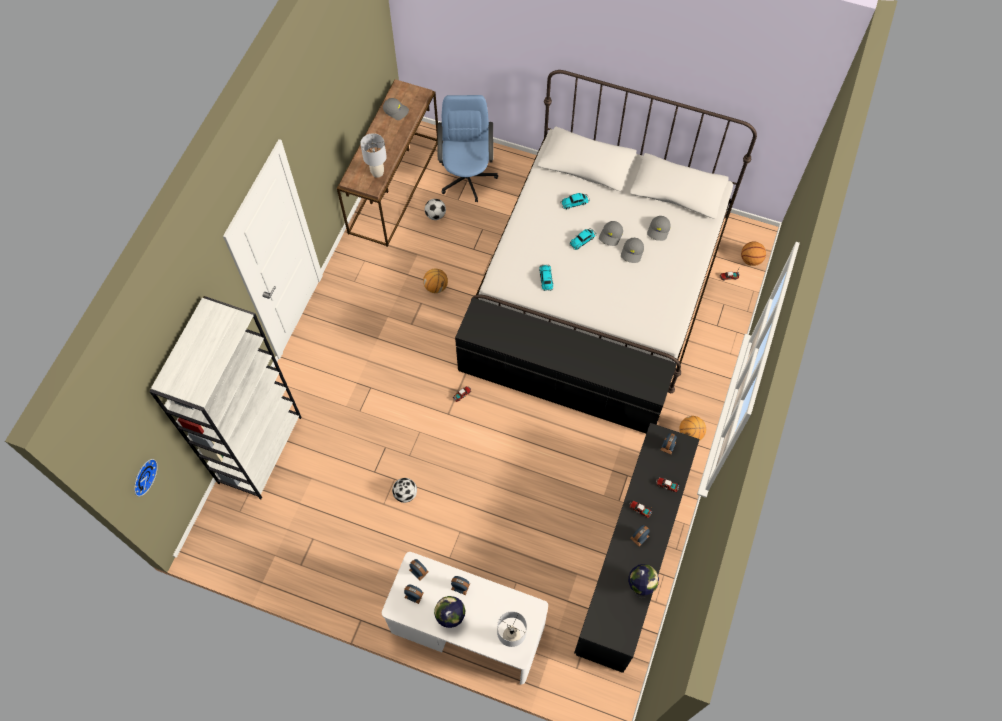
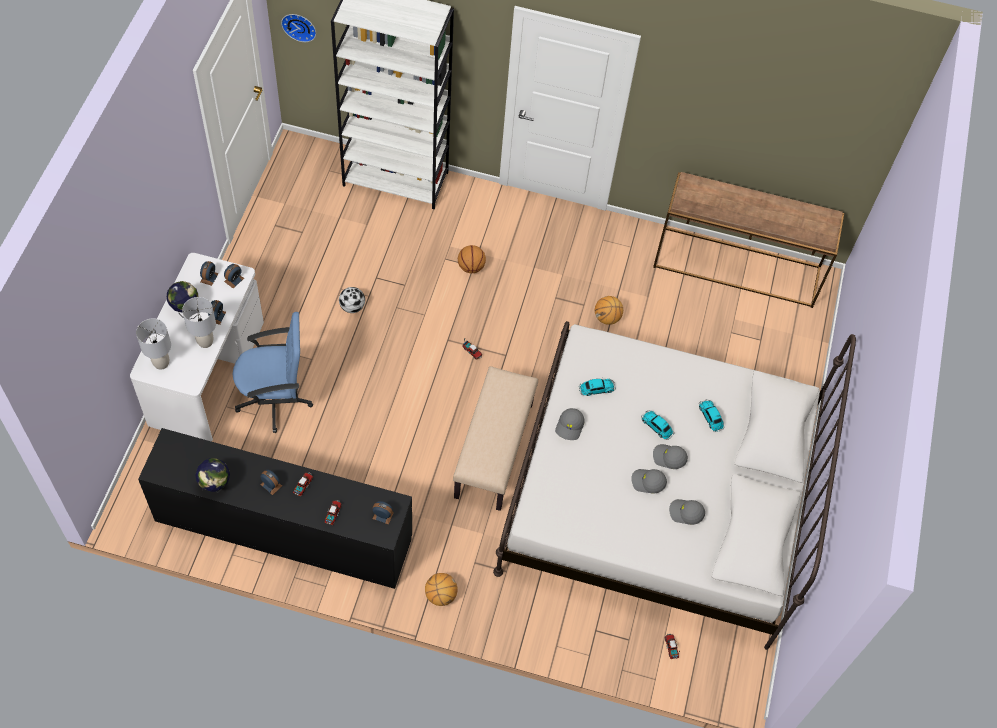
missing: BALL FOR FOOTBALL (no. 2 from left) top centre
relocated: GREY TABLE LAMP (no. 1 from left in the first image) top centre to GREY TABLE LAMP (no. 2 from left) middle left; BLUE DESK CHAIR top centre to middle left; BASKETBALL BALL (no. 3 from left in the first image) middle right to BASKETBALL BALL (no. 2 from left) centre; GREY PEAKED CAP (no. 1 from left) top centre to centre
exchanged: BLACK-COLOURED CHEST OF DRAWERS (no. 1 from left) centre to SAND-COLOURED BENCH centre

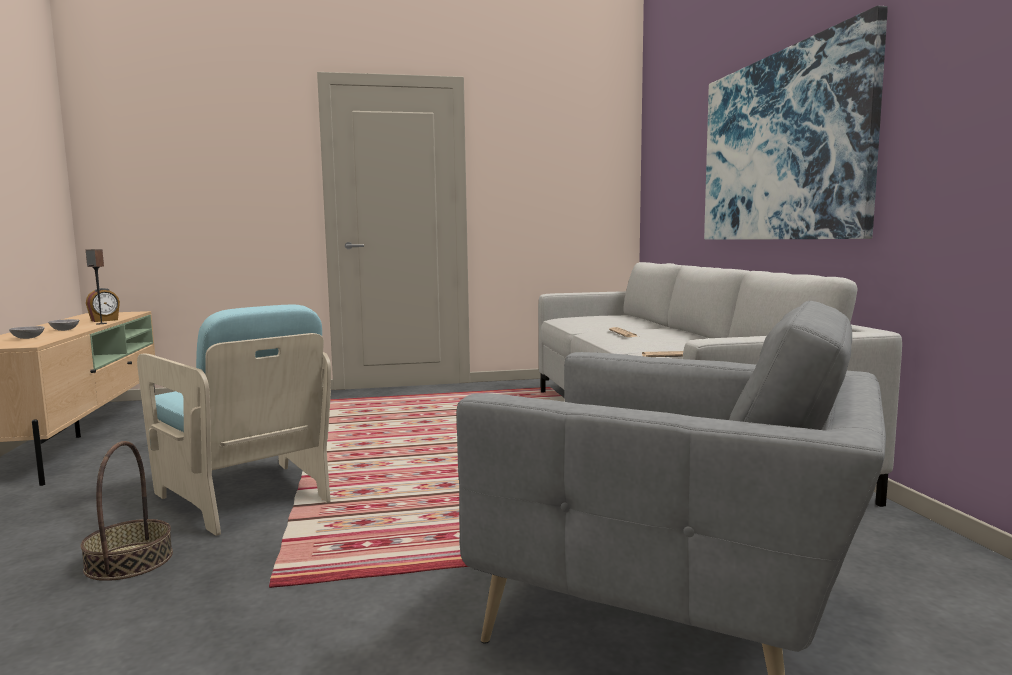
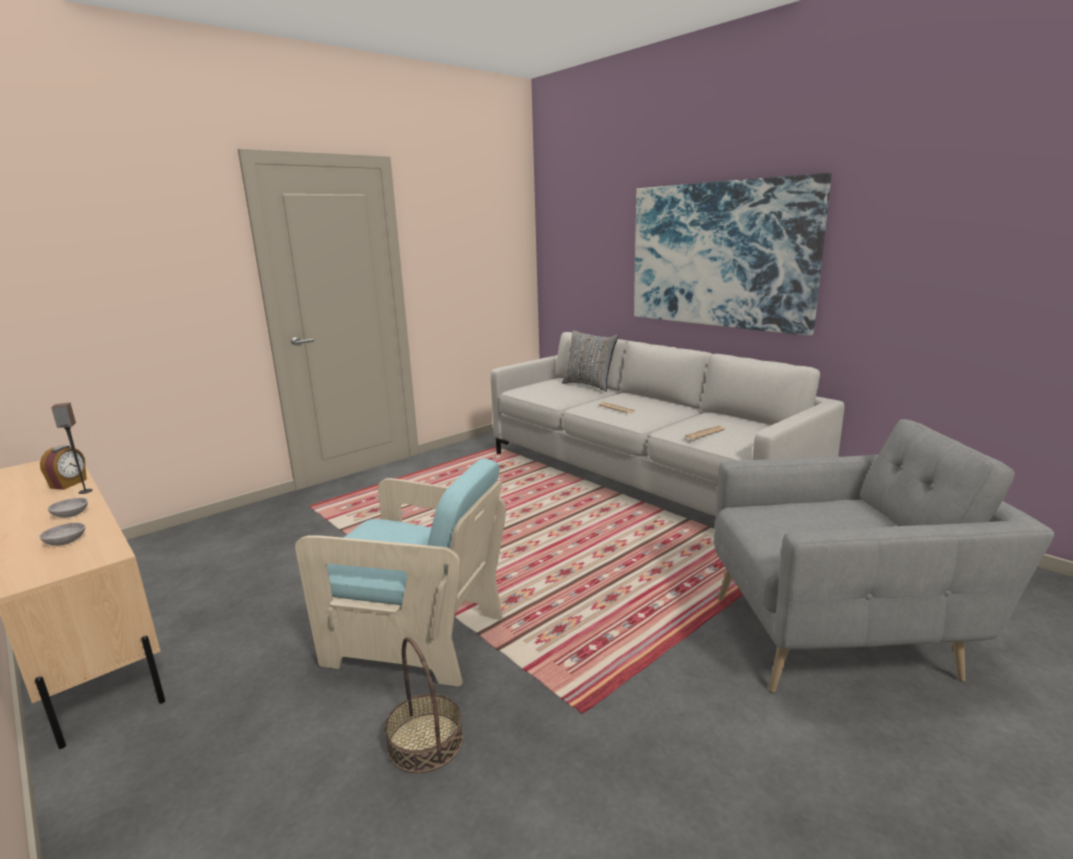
appeared: GREY CUSHION centre

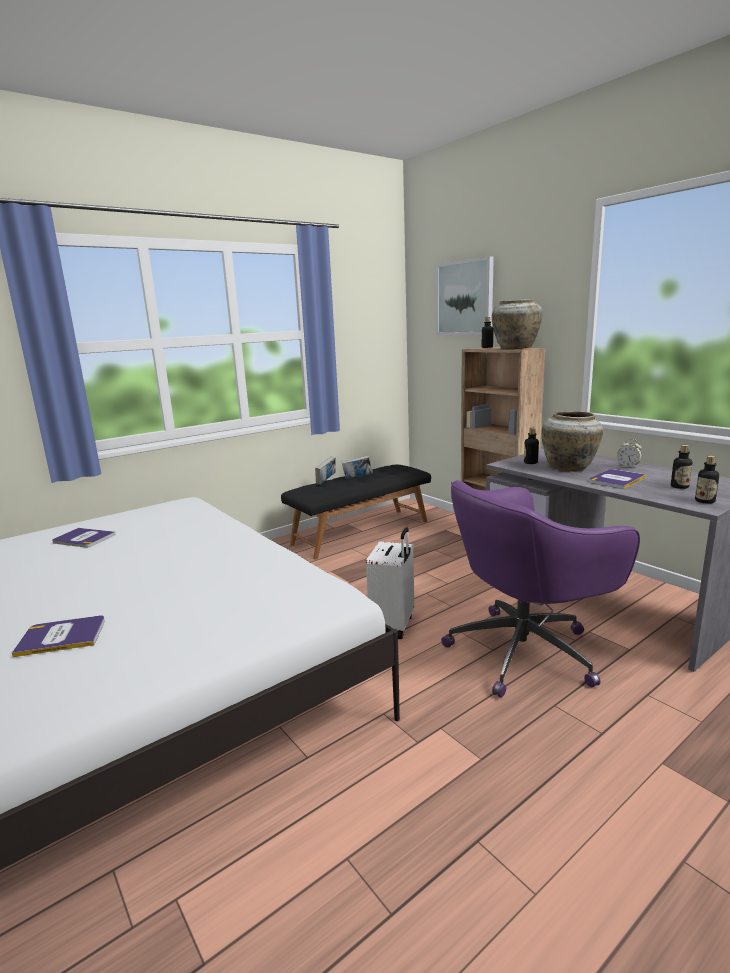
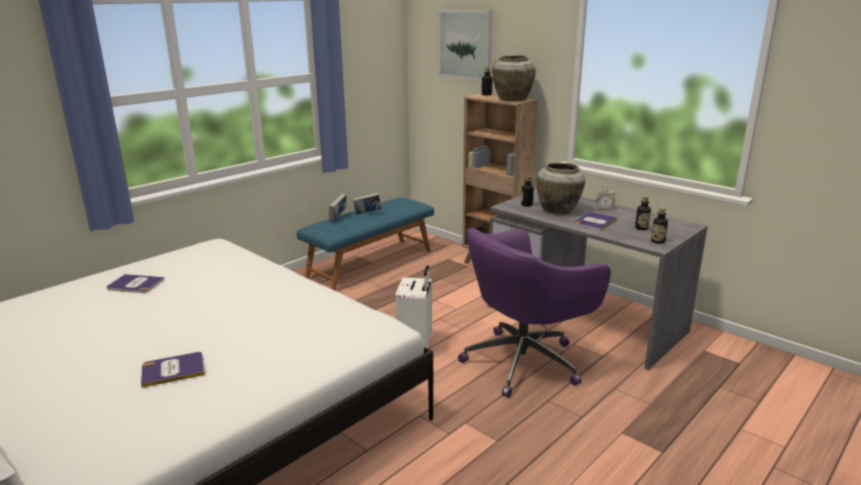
colour: BLACK-COLOURED BENCH centre to BLUE BENCH centre

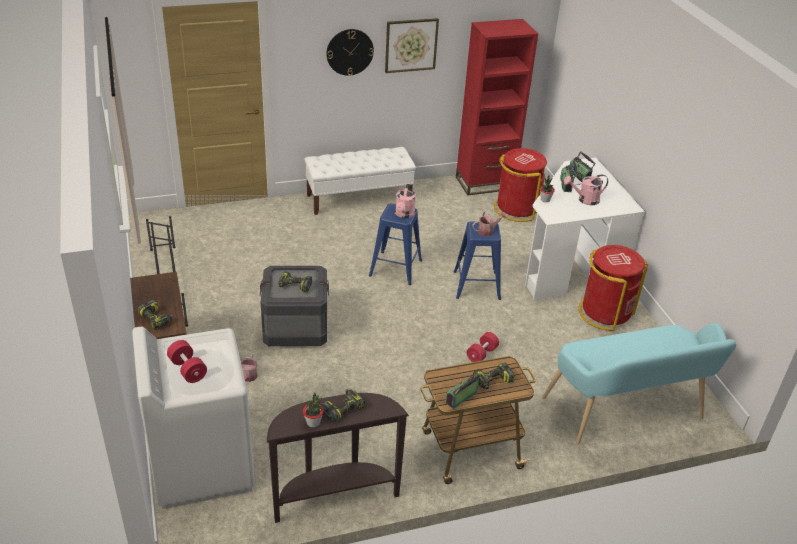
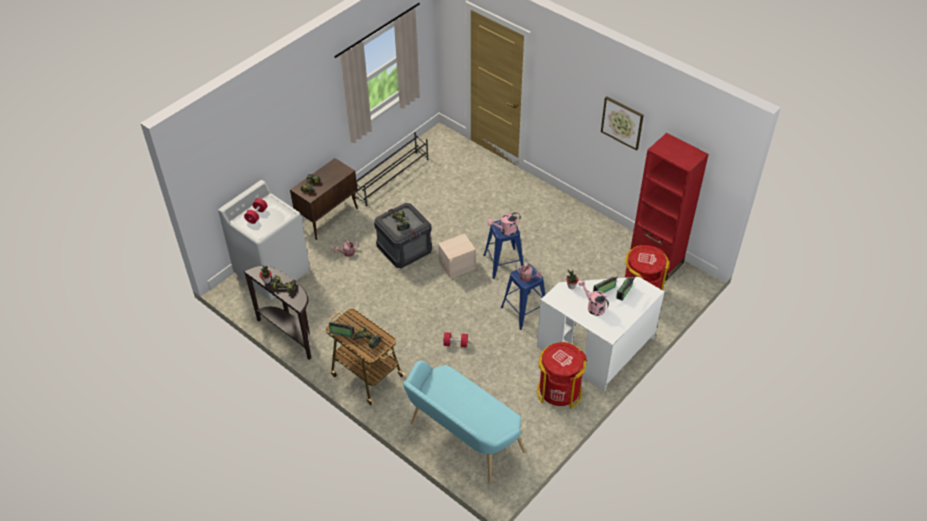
missing: WHITISH BENCH top centre; HANGING CLOCK top centre
appeared: SAND-COLOURED STORAGE BIN centre

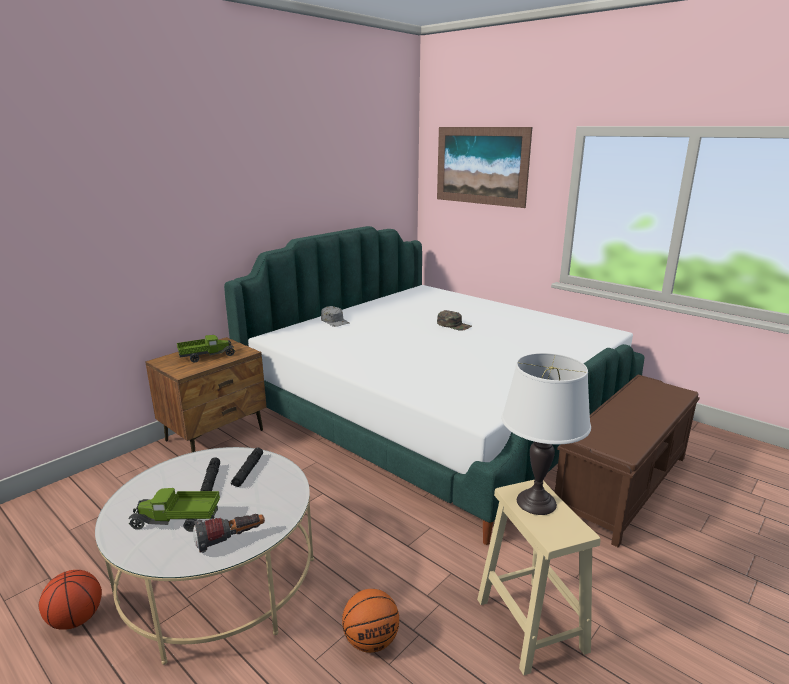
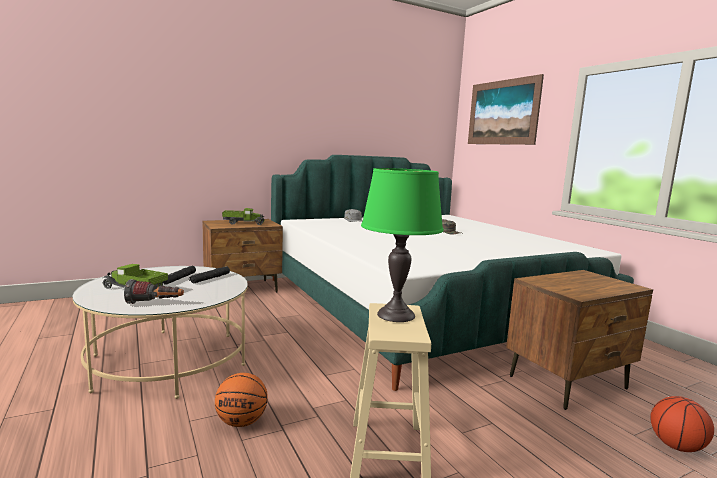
relocated: BASKETBALL BALL (no. 1 from left in the first image) bottom left to BASKETBALL BALL (no. 2 from left) bottom right
exchanged: BROWNISH BENCH bottom right to BROWNISH BEDSIDE TABLE (no. 2 from left) bottom right
colour: WHITISH TABLE LAMP middle right to GREEN TABLE LAMP centre

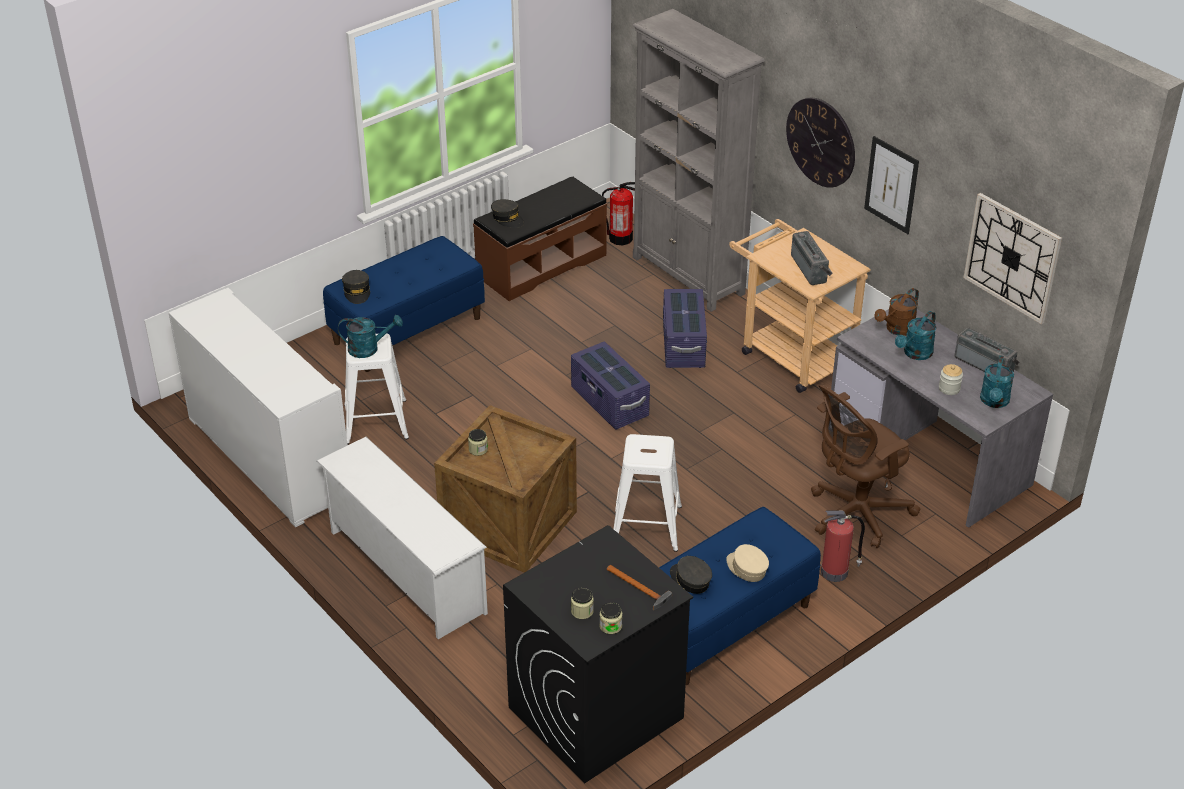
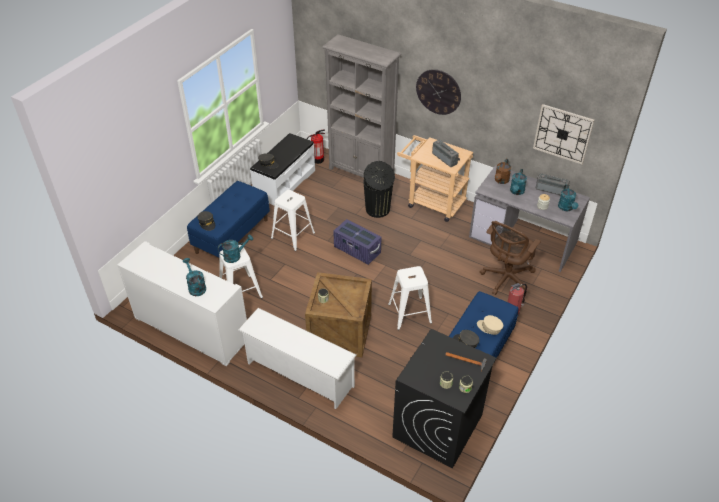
missing: WALL PICTURE top right
appeared: TURQUOISE-COLOURED WATERING CAN (no. 1 from left) middle left; WHITISH STOOL SEAT (no. 2 from left) centre
exchanged: PURPLISH STORAGE BIN (no. 2 from left) centre to BLACK-COLOURED TRASH CAN centre
colour: BROWNISH BENCH top centre to WHITISH BENCH centre

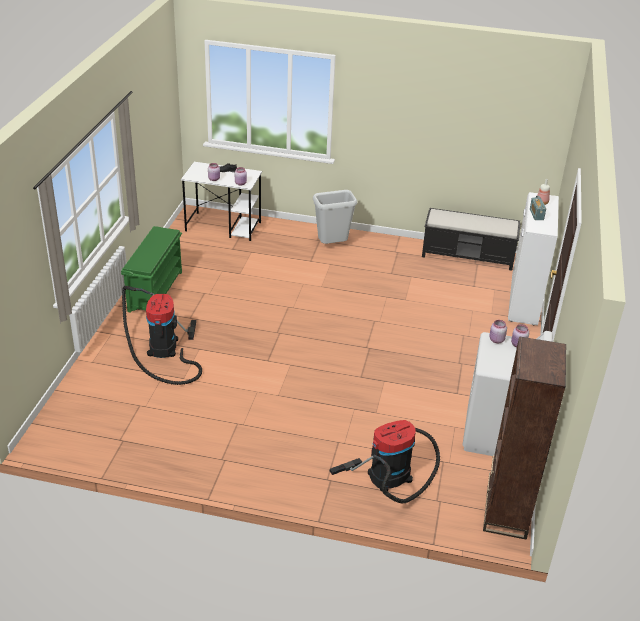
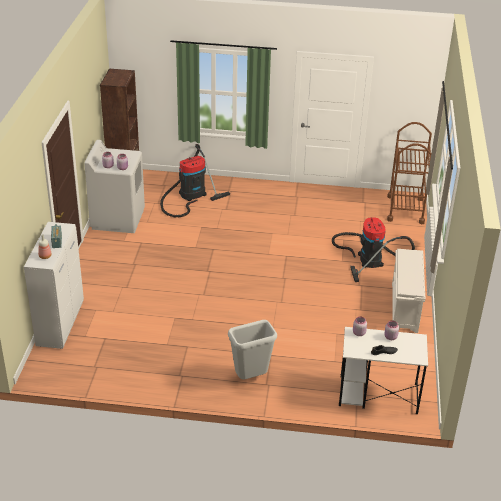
missing: BLACK-COLOURED BENCH middle right
appeared: BROWNISH CART middle right
colour: GREEN SHOE SHELF middle left to WHITISH SHOE SHELF middle right

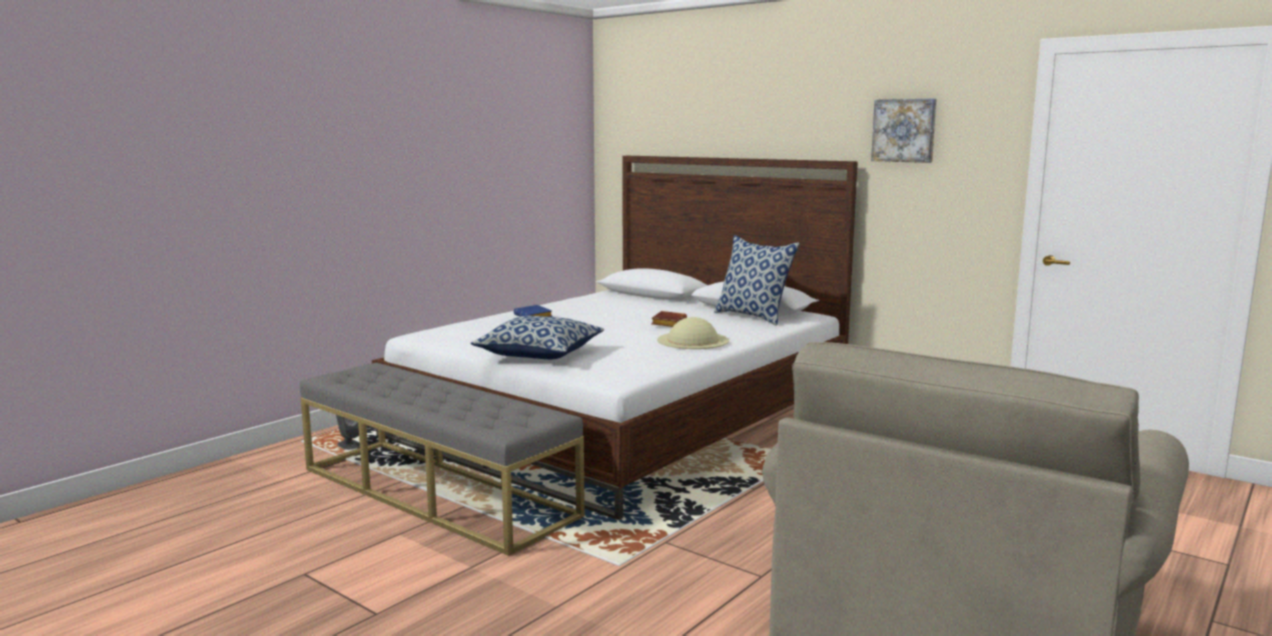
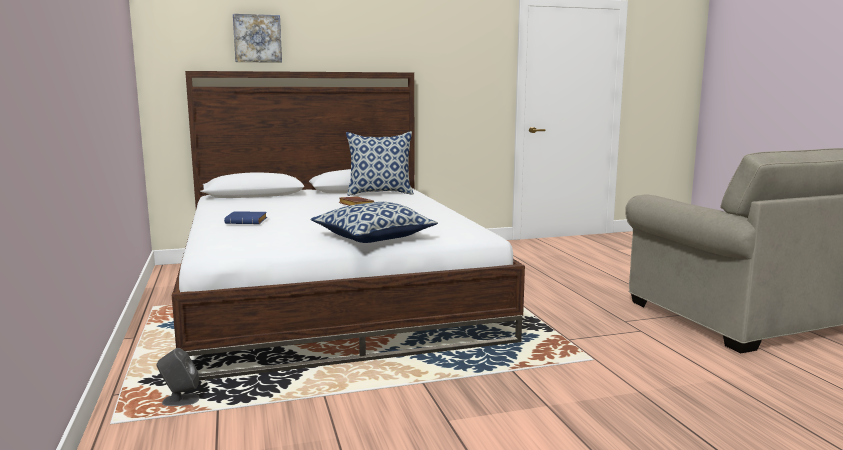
missing: GREY BENCH bottom centre; SAND-COLOURED CLOTHING HAT centre
relocated: WALL PICTURE top right to top left

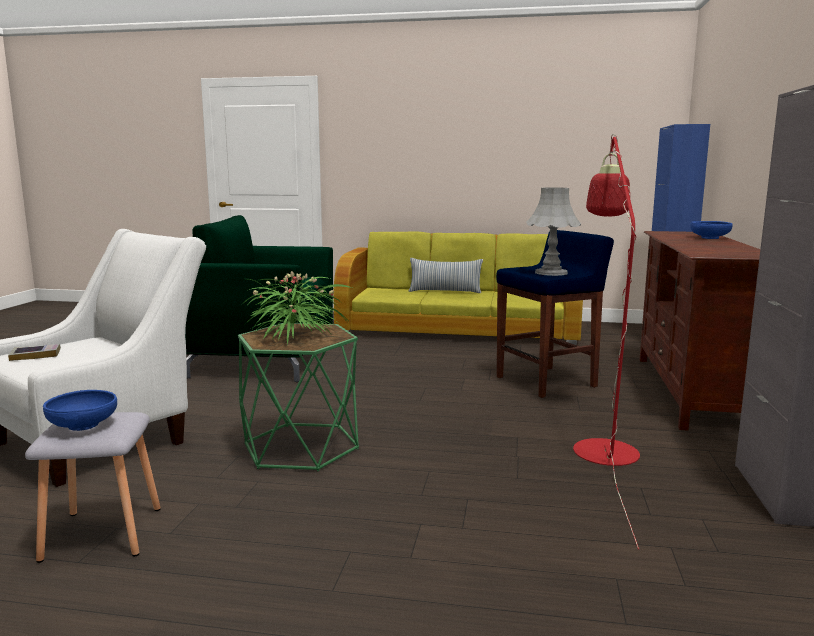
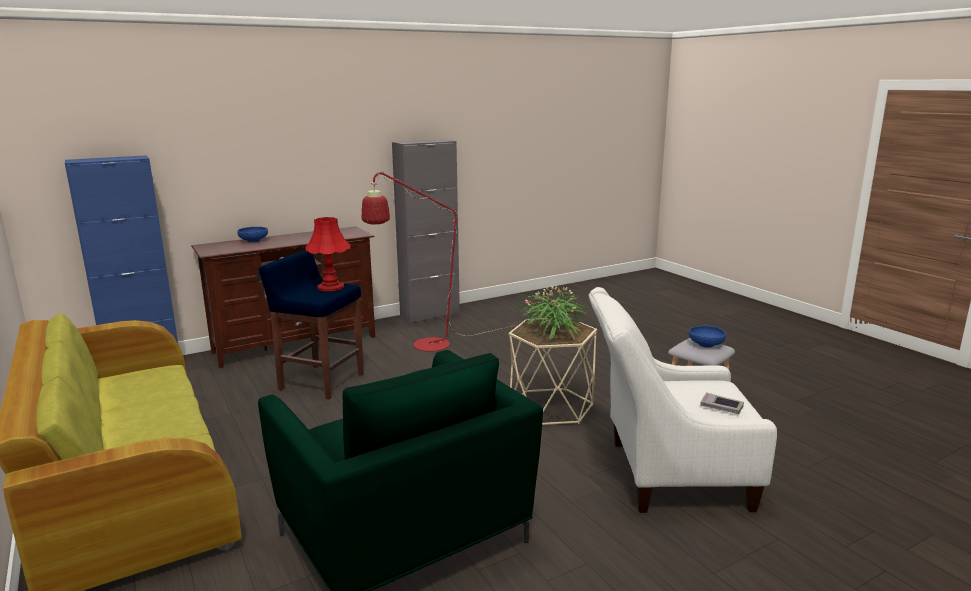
missing: CUSHION centre
colour: GREY TABLE LAMP middle right to RED TABLE LAMP centre; GREEN END TABLE centre to SAND-COLOURED END TABLE centre

